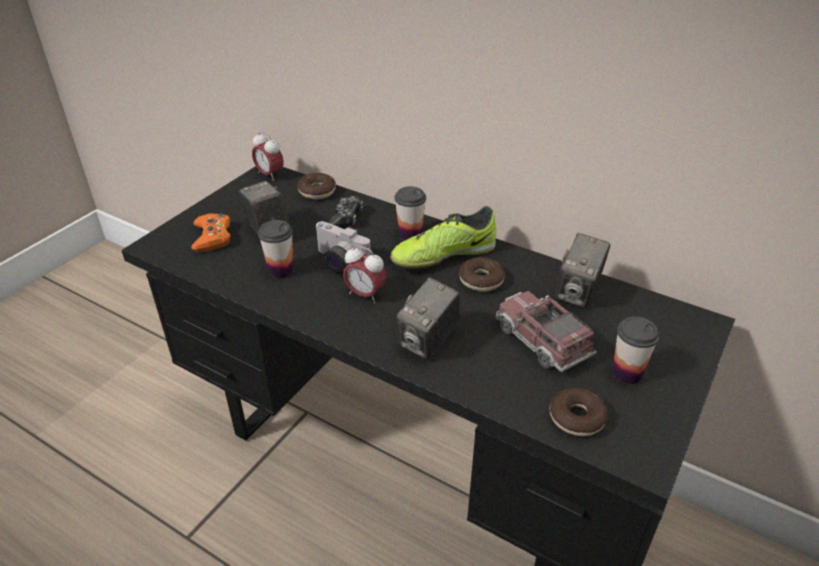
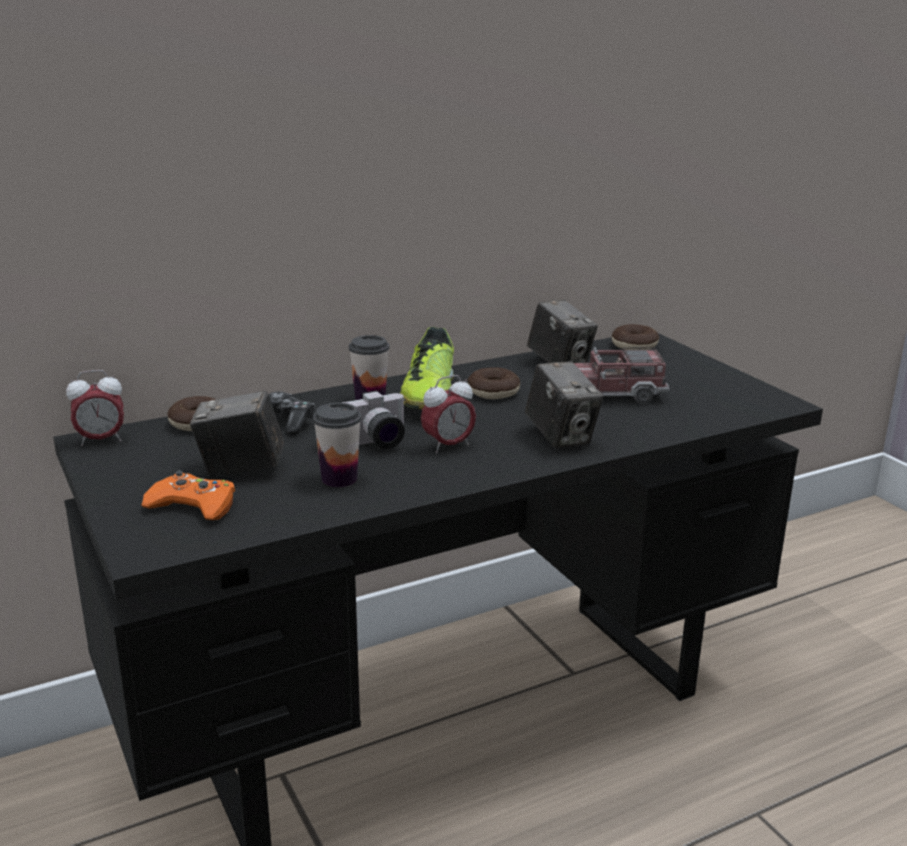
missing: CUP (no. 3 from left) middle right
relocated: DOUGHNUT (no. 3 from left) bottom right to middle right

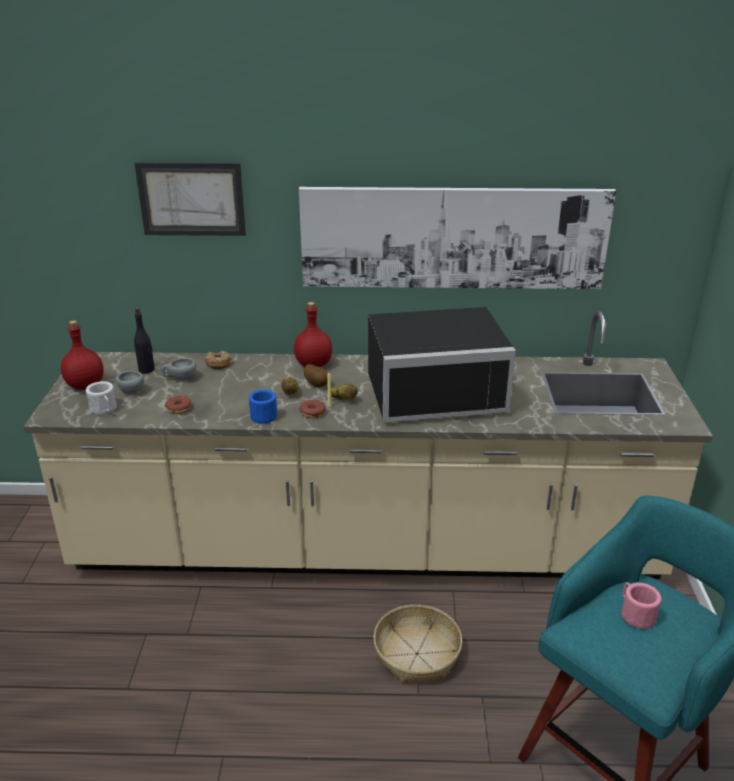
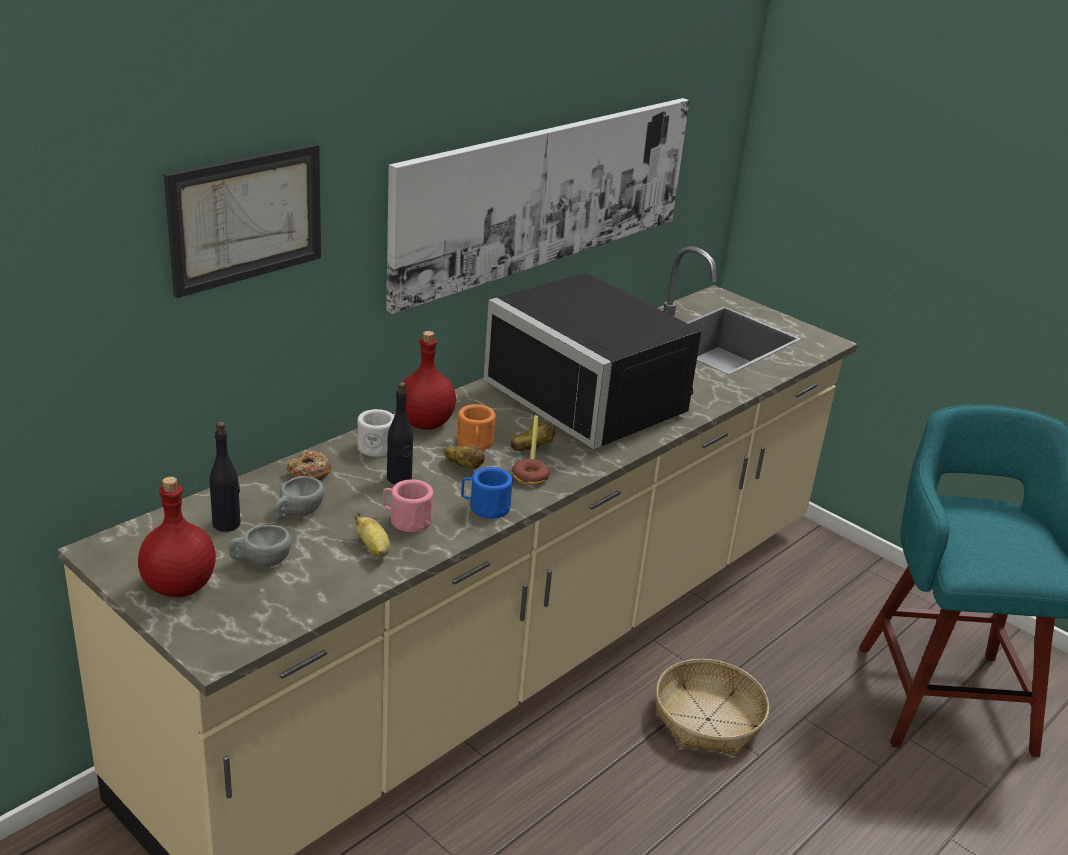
appeared: BLACK-COLOURED BOTTLE (no. 2 from left) centre
relocated: WHITISH COFFEE MUG middle left to centre; PINK COFFEE MUG bottom right to centre
exchanged: DOUGHNUT (no. 1 from left) middle left to BANANA FRUIT centre; POTATO (no. 2 from left) centre to ORANGEY COFFEE MUG centre
spun: BLACK-COLOURED KITCHEN MICROWAVE centre = centre 105 degrees clockwise

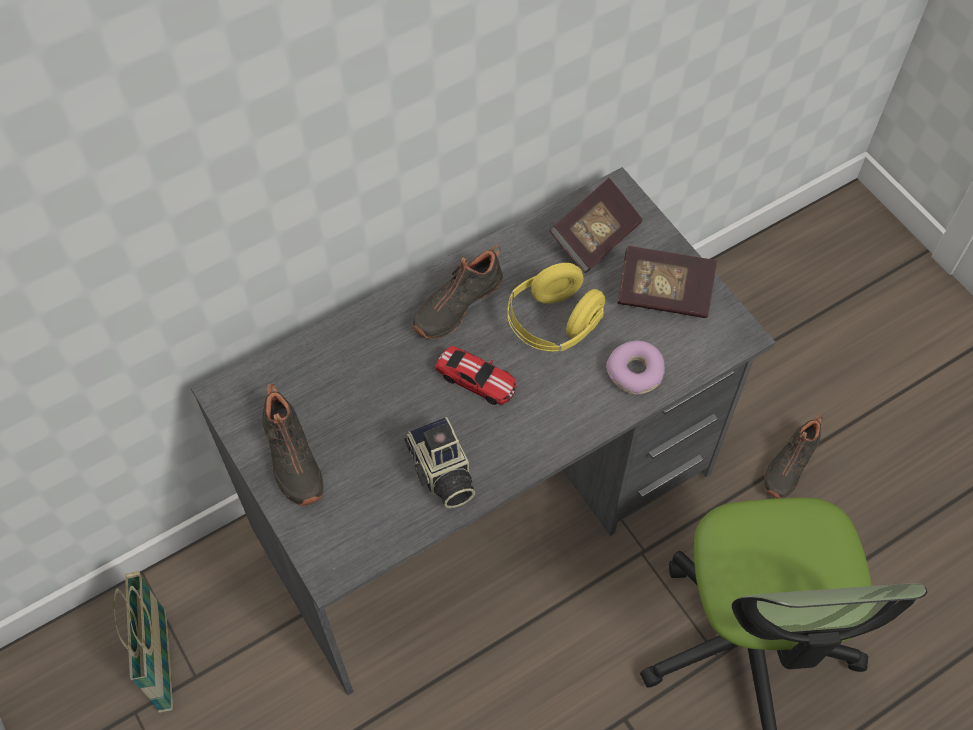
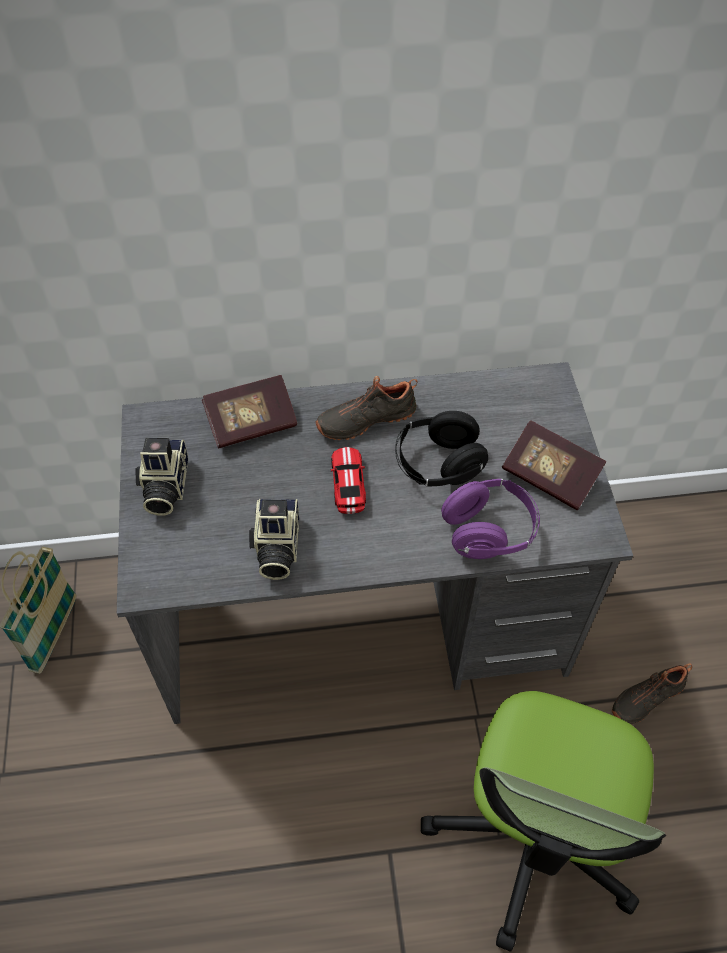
relocated: BOOK (no. 1 from left) top centre to centre
exchanged: BLACK-COLOURED ITEM OF FOOTWEAR (no. 1 from left) middle left to STILL CAMERA (no. 1 from left) middle left; DOUGHNUT centre to PURPLISH HEADPHONES middle right
colour: YELLOWISH HEADPHONES centre to BLACK-COLOURED HEADPHONES centre
spun: TOY CAR centre = centre 150 degrees counterclockwise

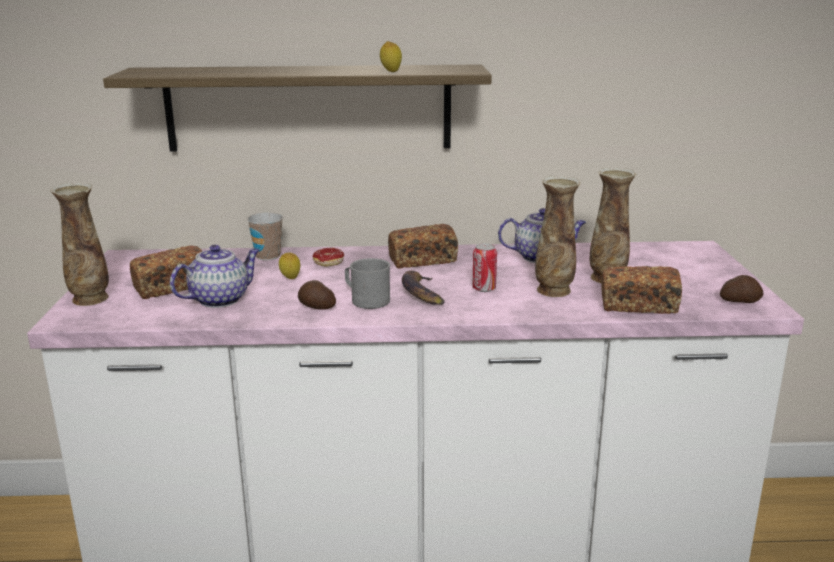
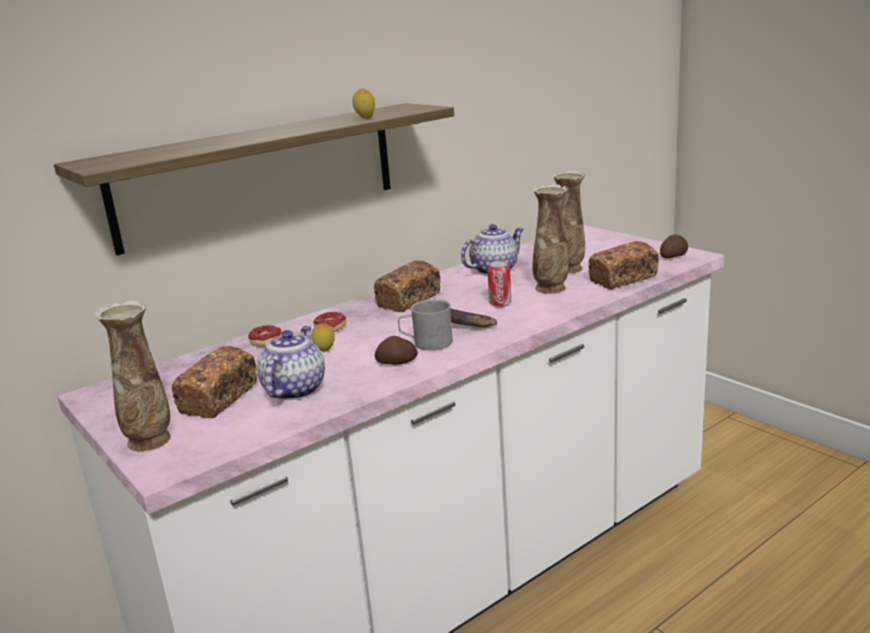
exchanged: CUP middle left to DOUGHNUT (no. 1 from left) middle left

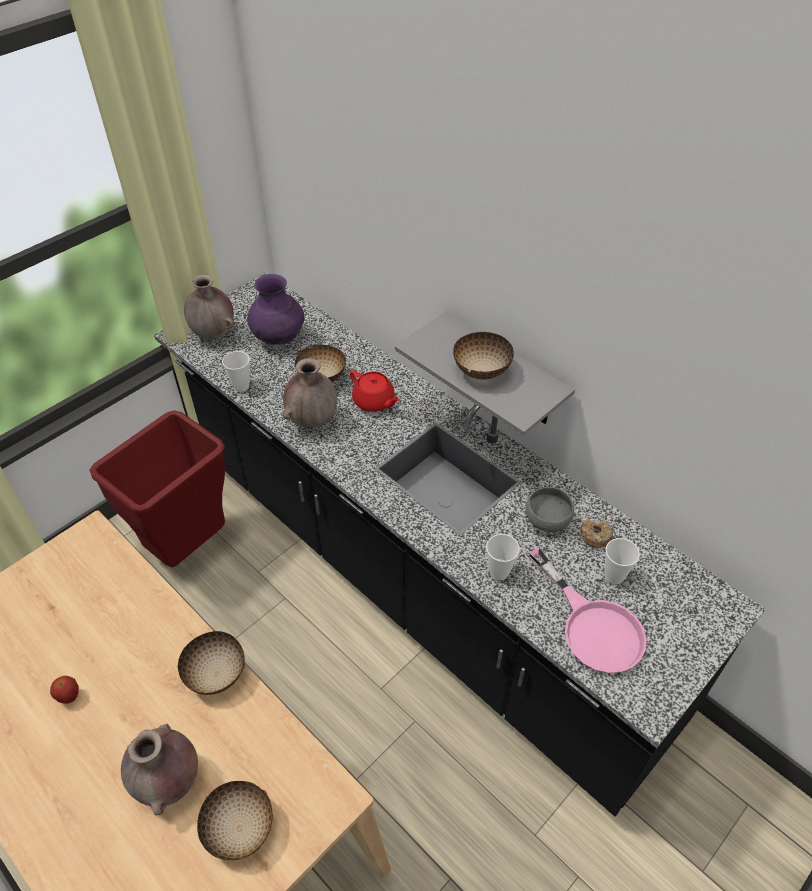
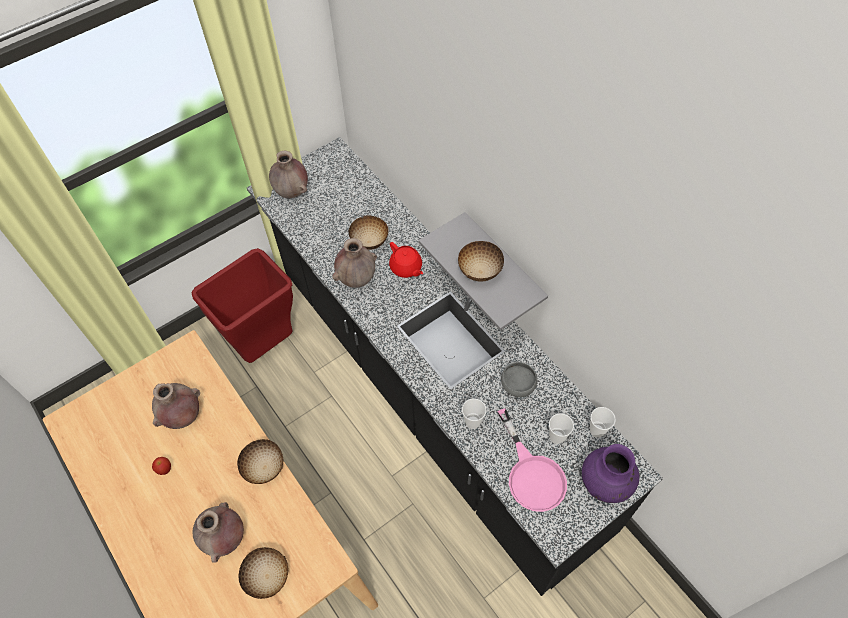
missing: DOUGHNUT middle right
appeared: BROWNISH FLOWER VASE (no. 1 from left) middle left
relocated: PURPLISH FLOWER VASE centre to bottom right; CUP (no. 1 from left in the first image) middle left to CUP (no. 3 from left) bottom right

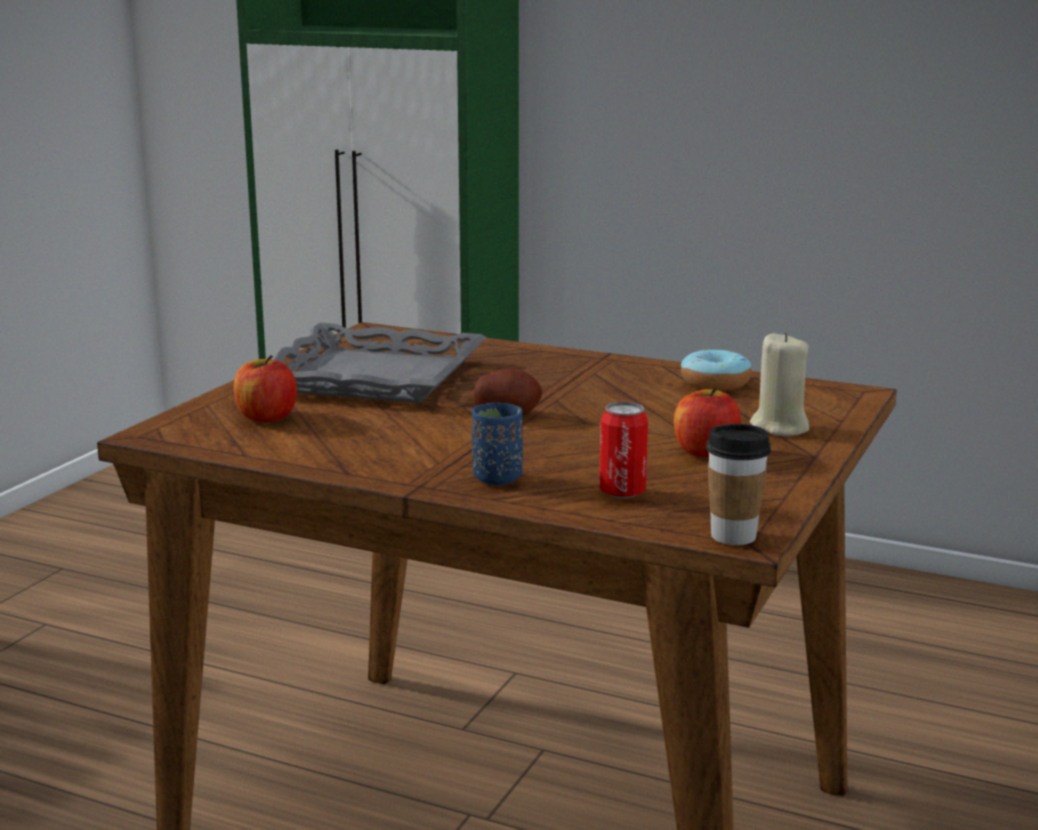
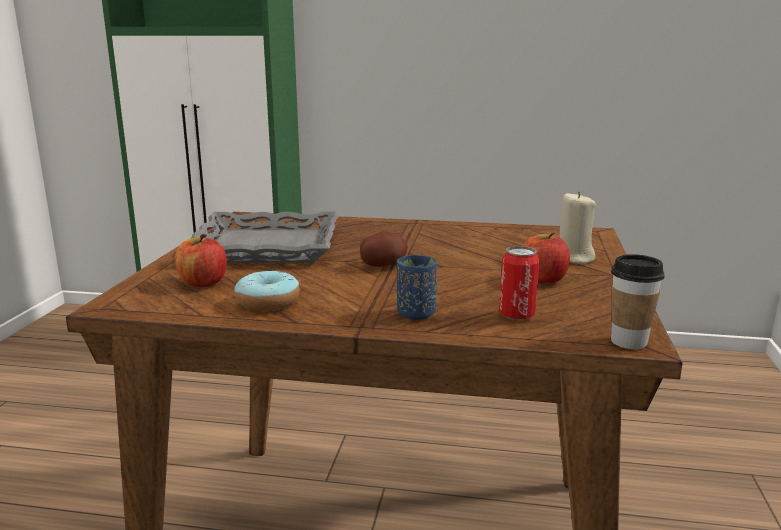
relocated: DOUGHNUT middle right to centre

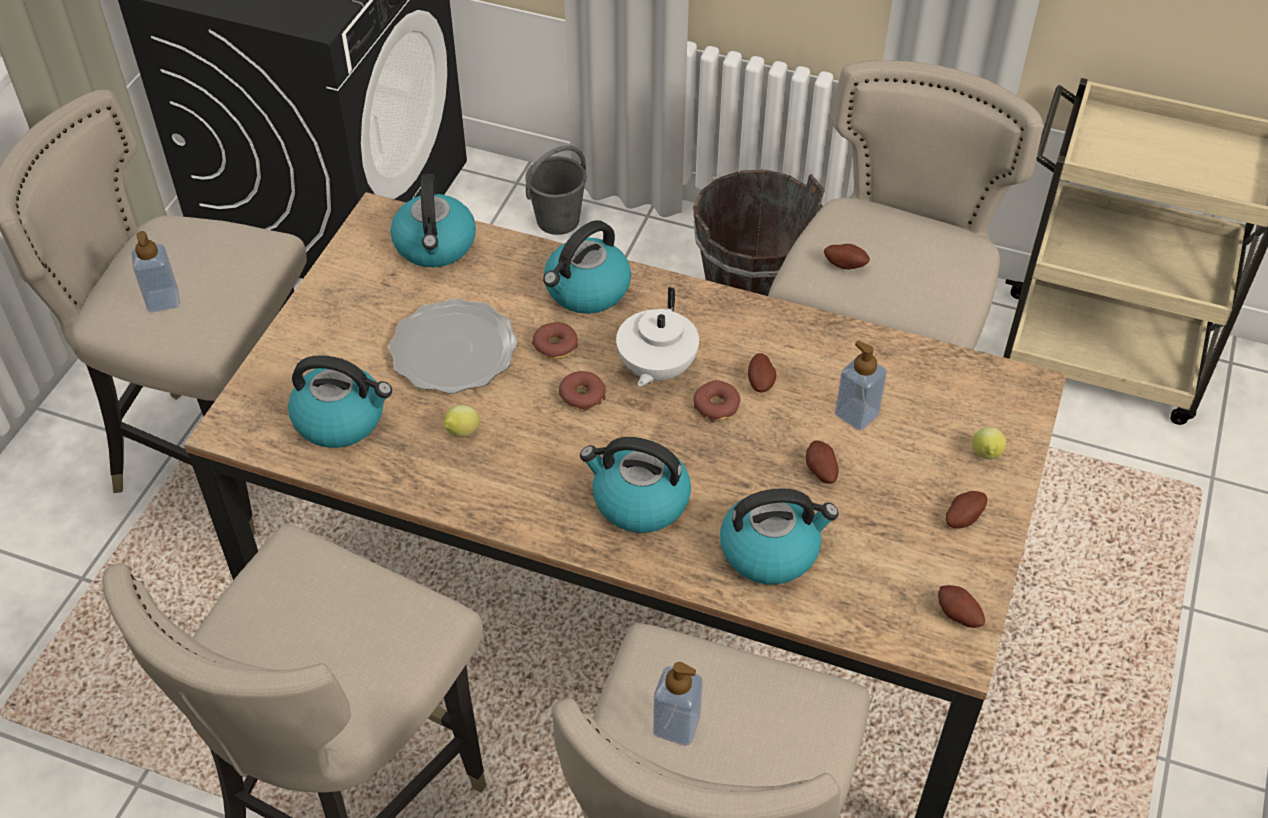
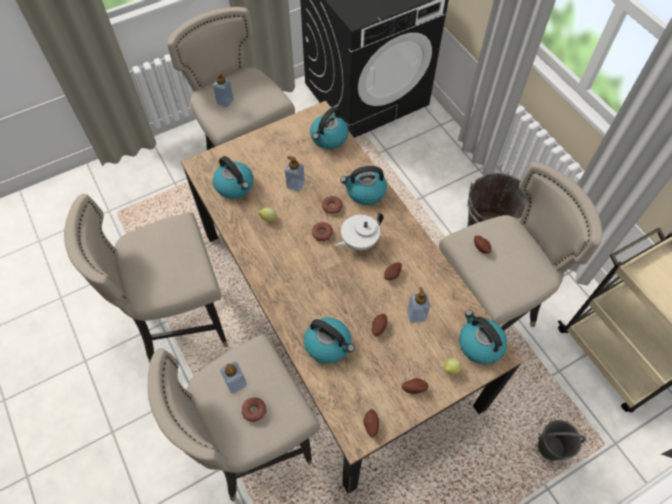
relocated: DOUGHNUT (no. 3 from left in the first image) centre to DOUGHNUT (no. 1 from left) bottom centre; KETTLE (no. 4 from left in the first image) centre to KETTLE (no. 5 from left) bottom right; GREY WATER BUCKET top centre to bottom right
exchanged: PLATE centre to SOAP BOTTLE (no. 3 from left) centre

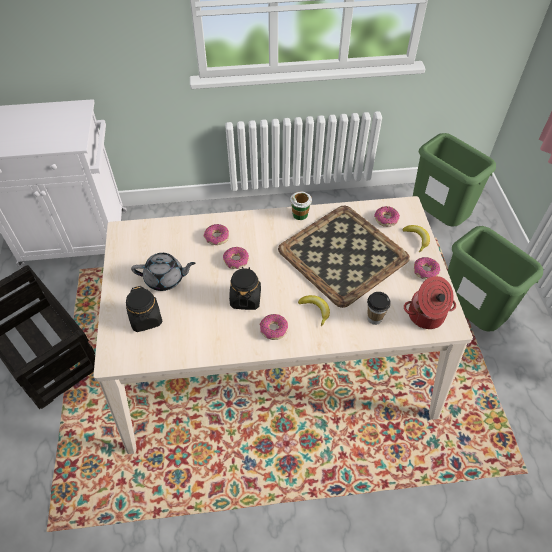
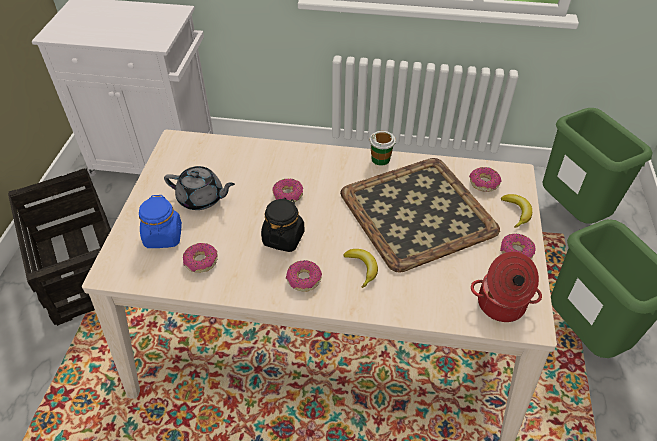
missing: CUP (no. 2 from left) middle right
relocated: DOUGHNUT (no. 1 from left) centre to middle left
colour: BLACK-COLOURED STORAGE JAR (no. 1 from left) middle left to BLUE STORAGE JAR middle left

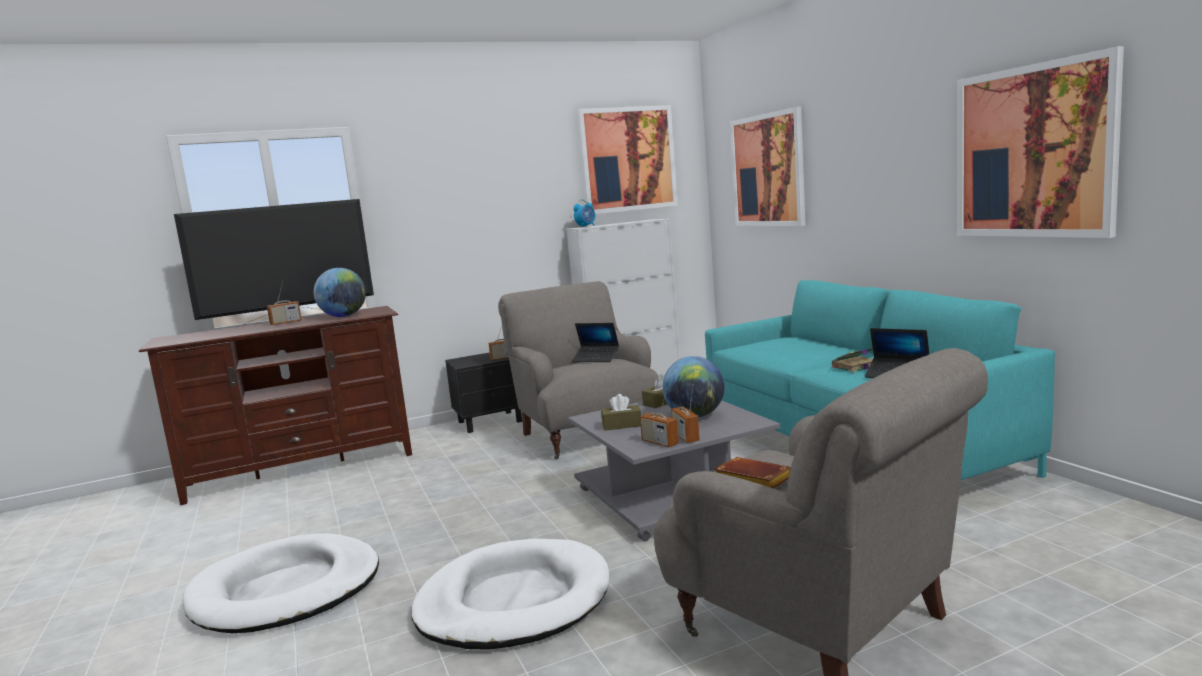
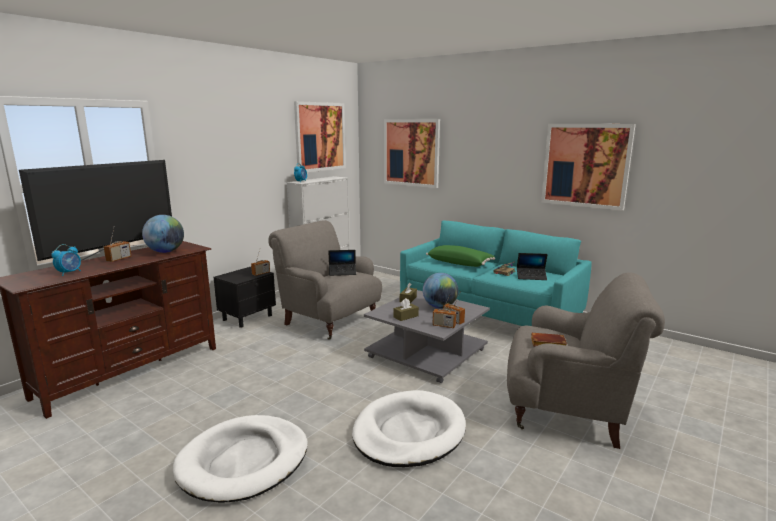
appeared: TABLE CLOCK (no. 1 from left) middle left; GREEN CUSHION centre

